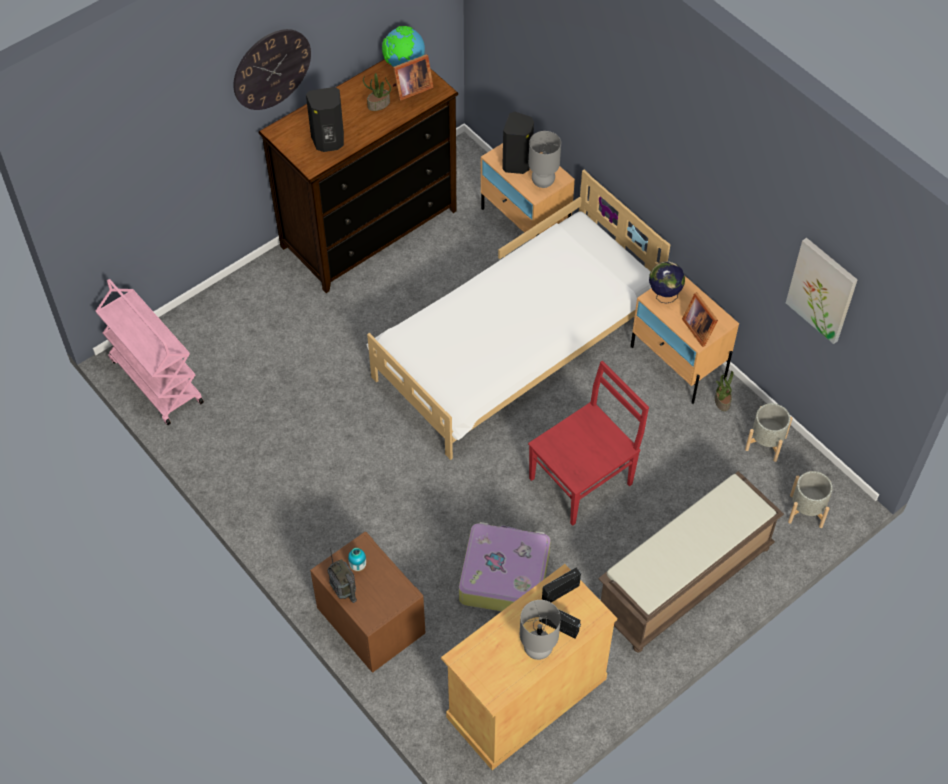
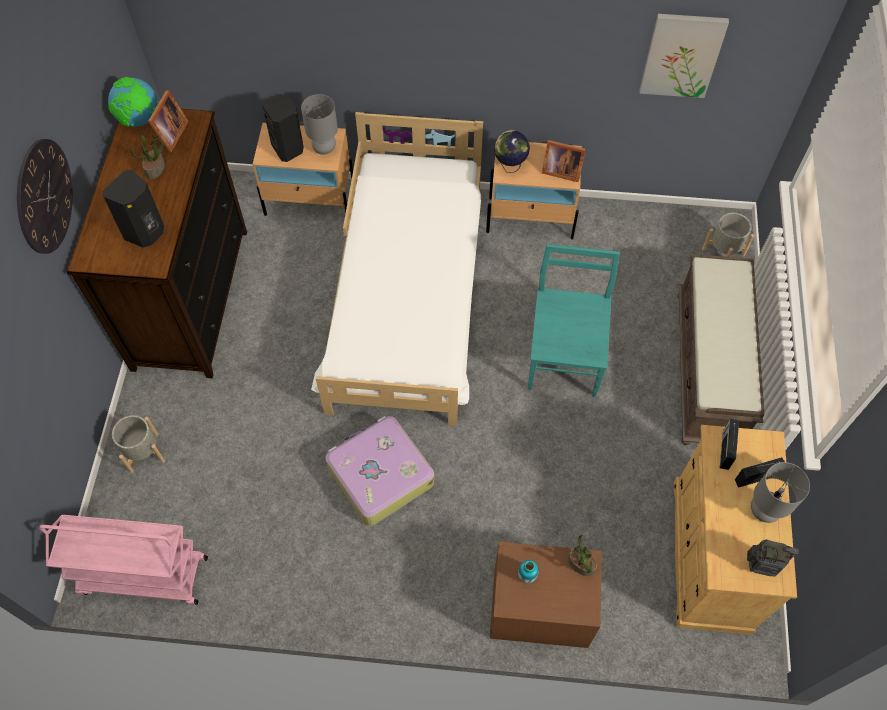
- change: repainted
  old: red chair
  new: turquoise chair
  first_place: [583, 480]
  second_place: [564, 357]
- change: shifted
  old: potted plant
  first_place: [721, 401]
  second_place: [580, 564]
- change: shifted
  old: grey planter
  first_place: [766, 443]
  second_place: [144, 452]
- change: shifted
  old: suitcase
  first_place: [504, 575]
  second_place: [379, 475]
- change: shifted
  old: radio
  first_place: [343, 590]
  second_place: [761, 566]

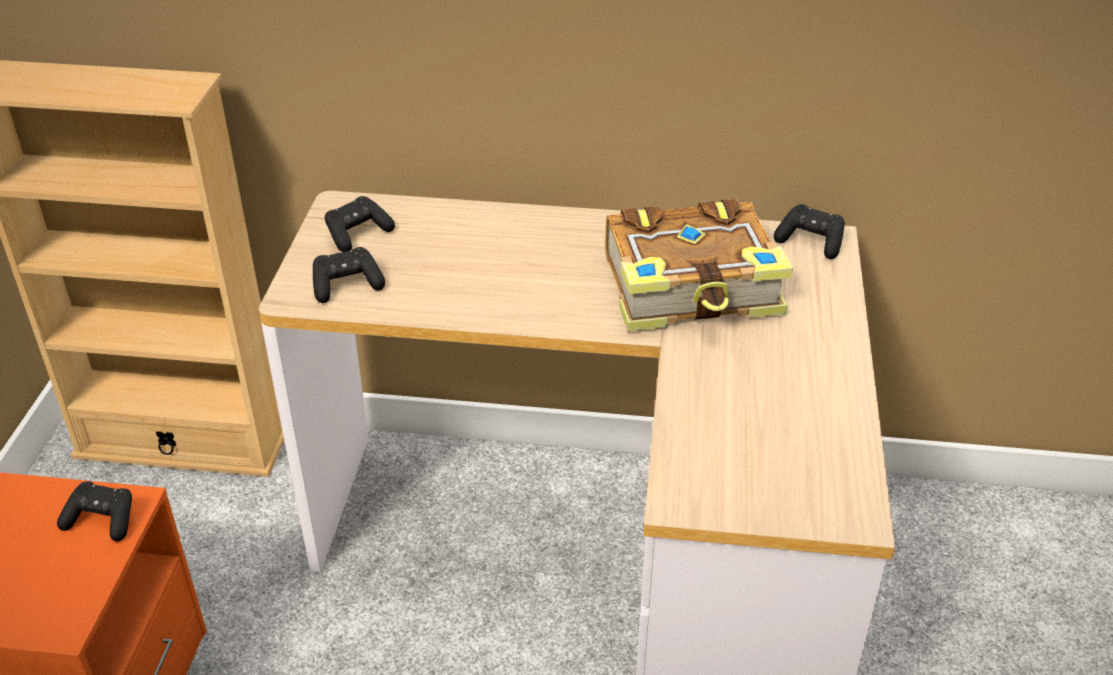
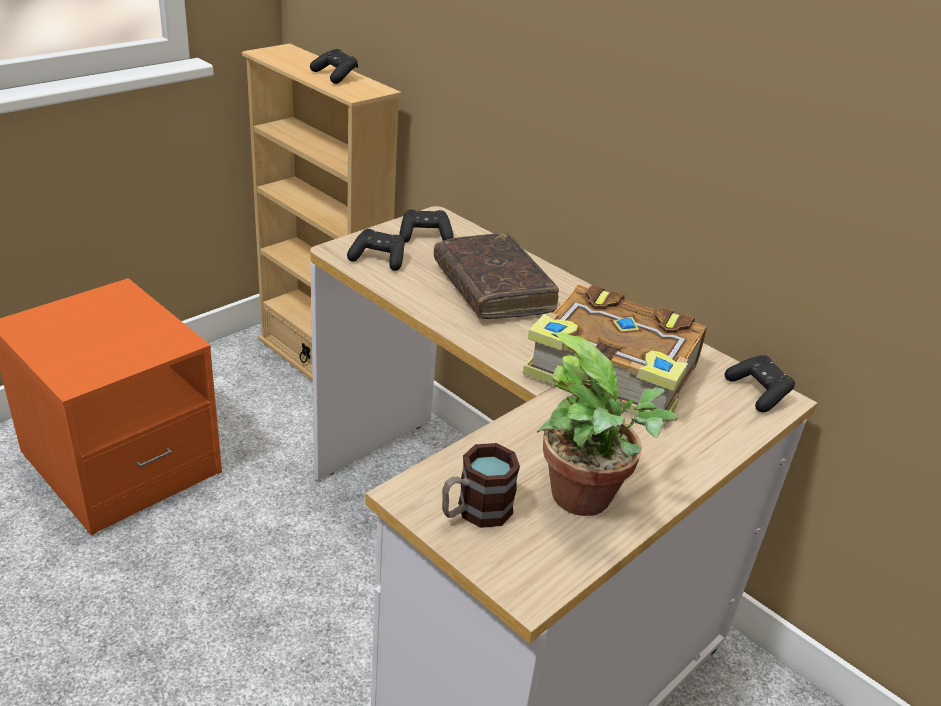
- change: shifted
  old: black game controller
  first_place: [102, 520]
  second_place: [335, 76]
- change: new
  new: brown book
  second_place: [492, 288]
- change: new
  new: potted plant
  second_place: [588, 500]
- change: new
  new: mug
  second_place: [475, 512]

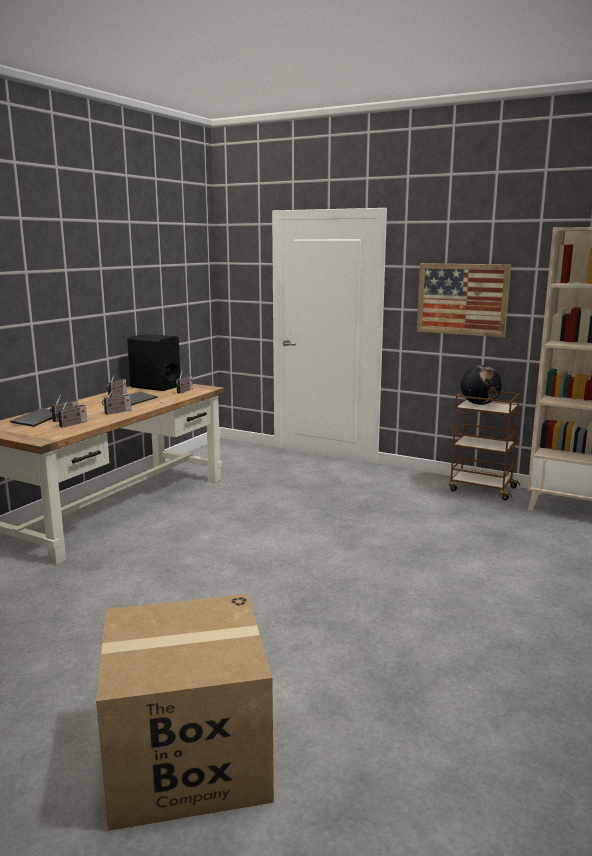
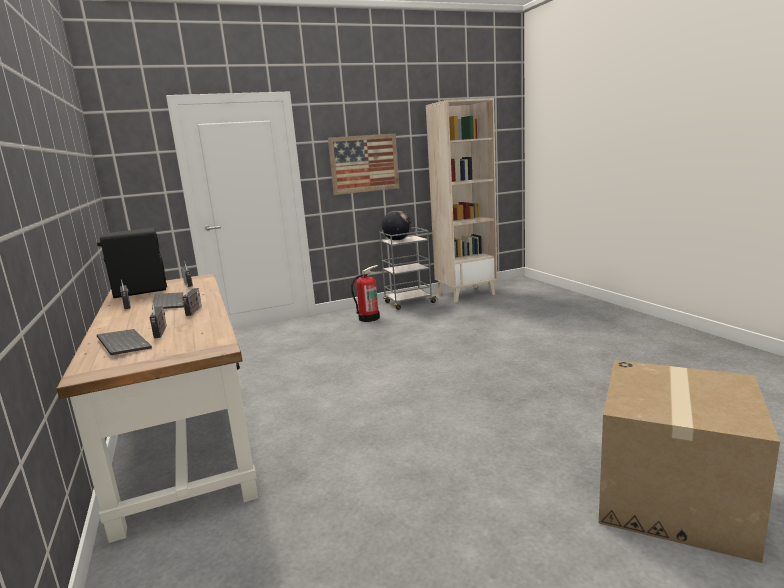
- change: repainted
  old: brown cart
  new: grey cart
  first_place: [481, 489]
  second_place: [409, 303]
- change: gone
  old: radio
  first_place: [72, 424]
- change: new
  new: fire extinguisher
  second_place: [369, 318]

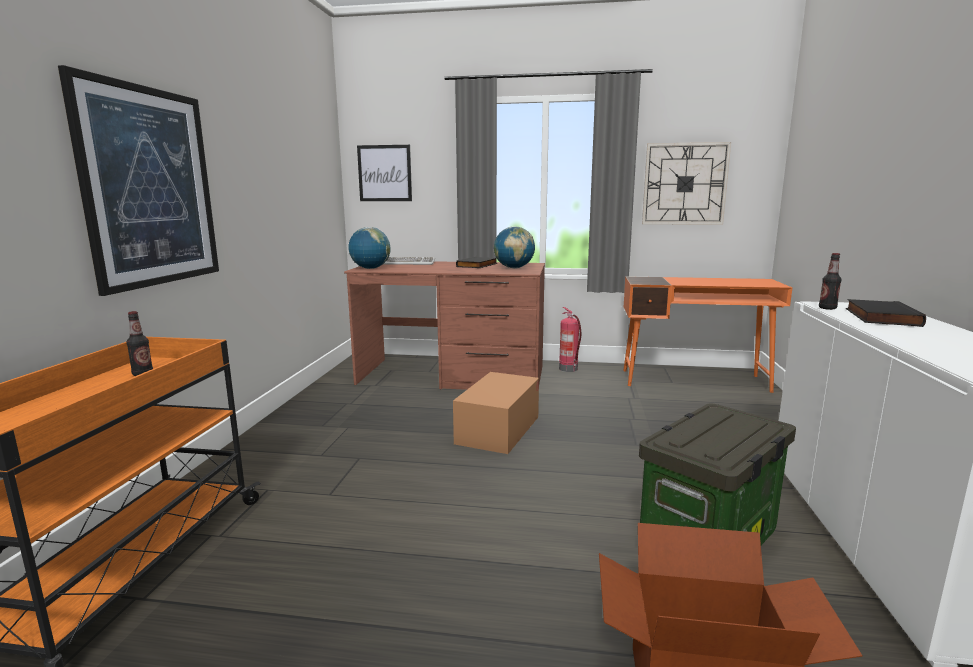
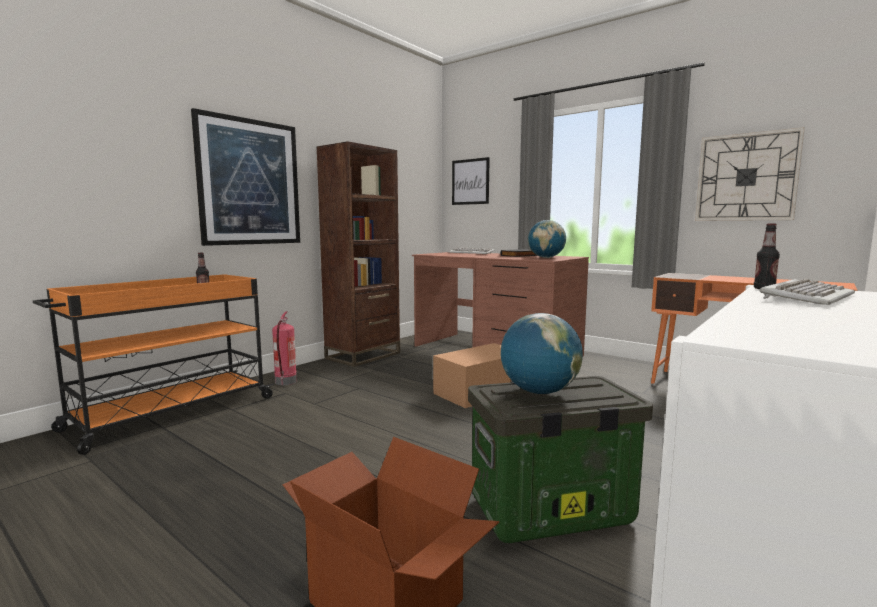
- change: shifted
  old: globe
  first_place: [370, 268]
  second_place: [539, 392]
- change: swapped
  old: black book
  new: keyboard
  first_place: [879, 317]
  second_place: [806, 297]
- change: shifted
  old: fire extinguisher
  first_place: [569, 369]
  second_place: [286, 382]
- change: new
  new: brown bookcase
  second_place: [363, 356]

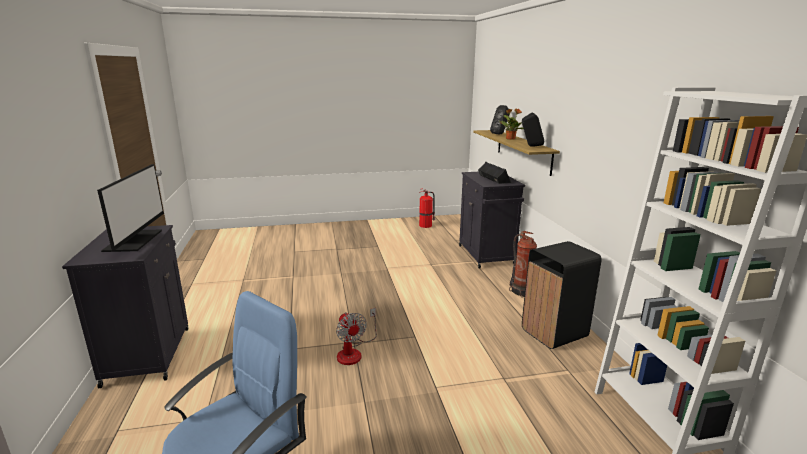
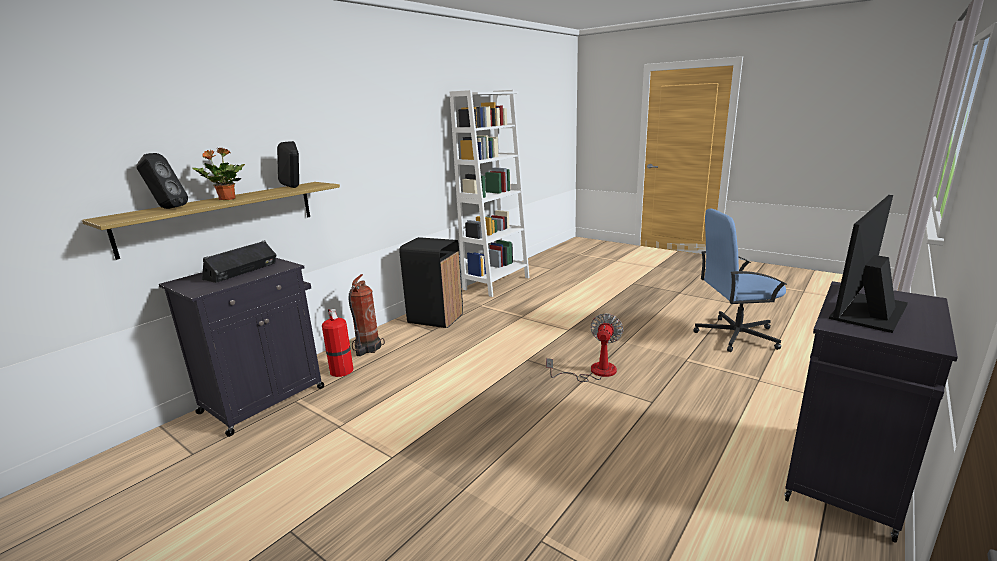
- change: shifted
  old: fire extinguisher
  first_place: [426, 225]
  second_place: [341, 370]

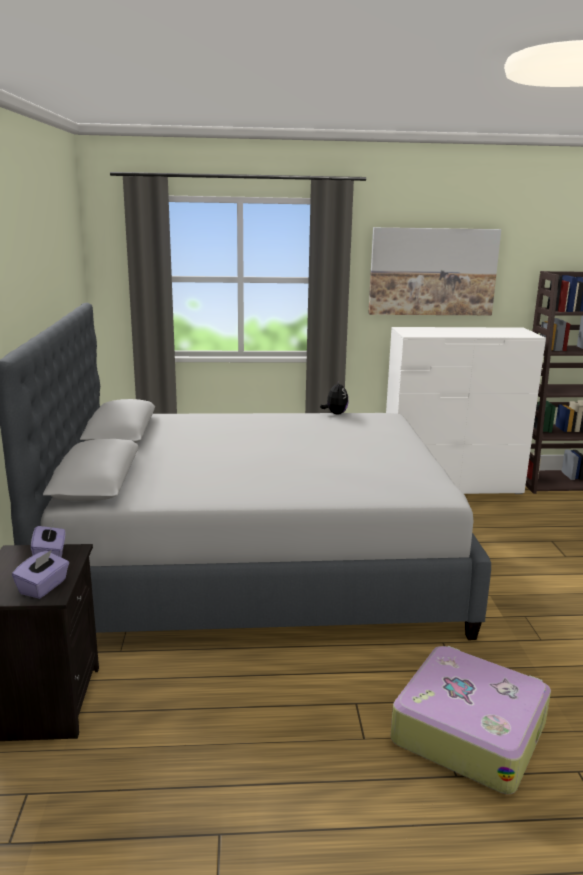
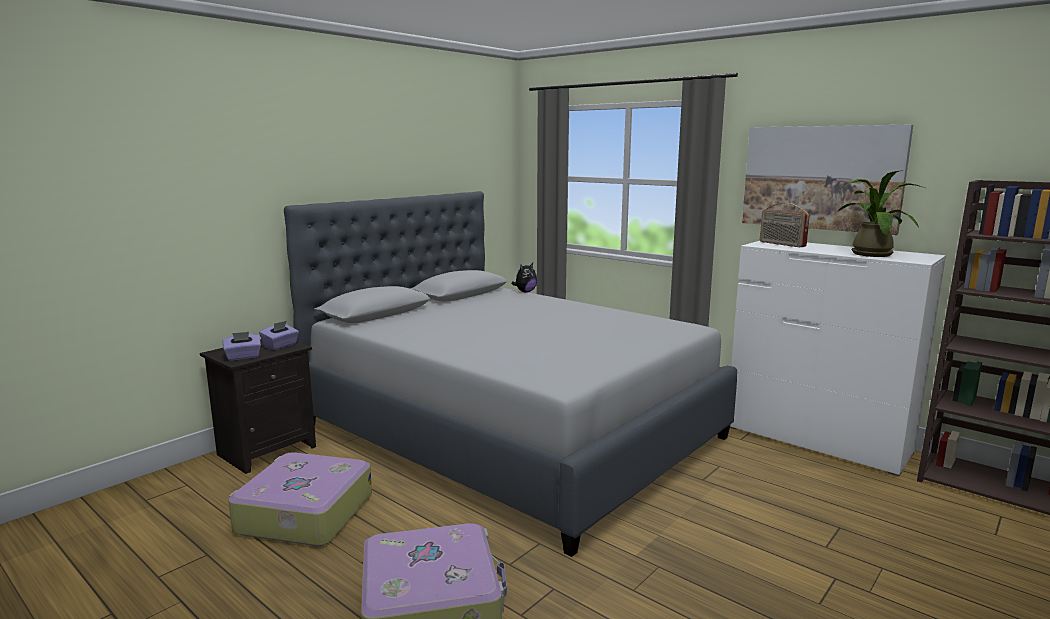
- change: shifted
  old: plush toy
  first_place: [335, 413]
  second_place: [525, 292]
- change: new
  new: potted plant
  second_place: [870, 253]
- change: new
  new: radio
  second_place: [781, 244]
- change: new
  new: suitcase
  second_place: [303, 514]

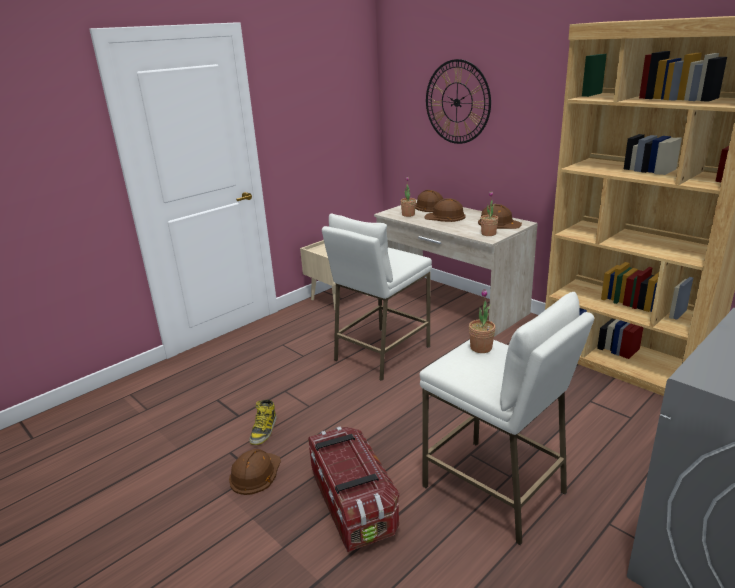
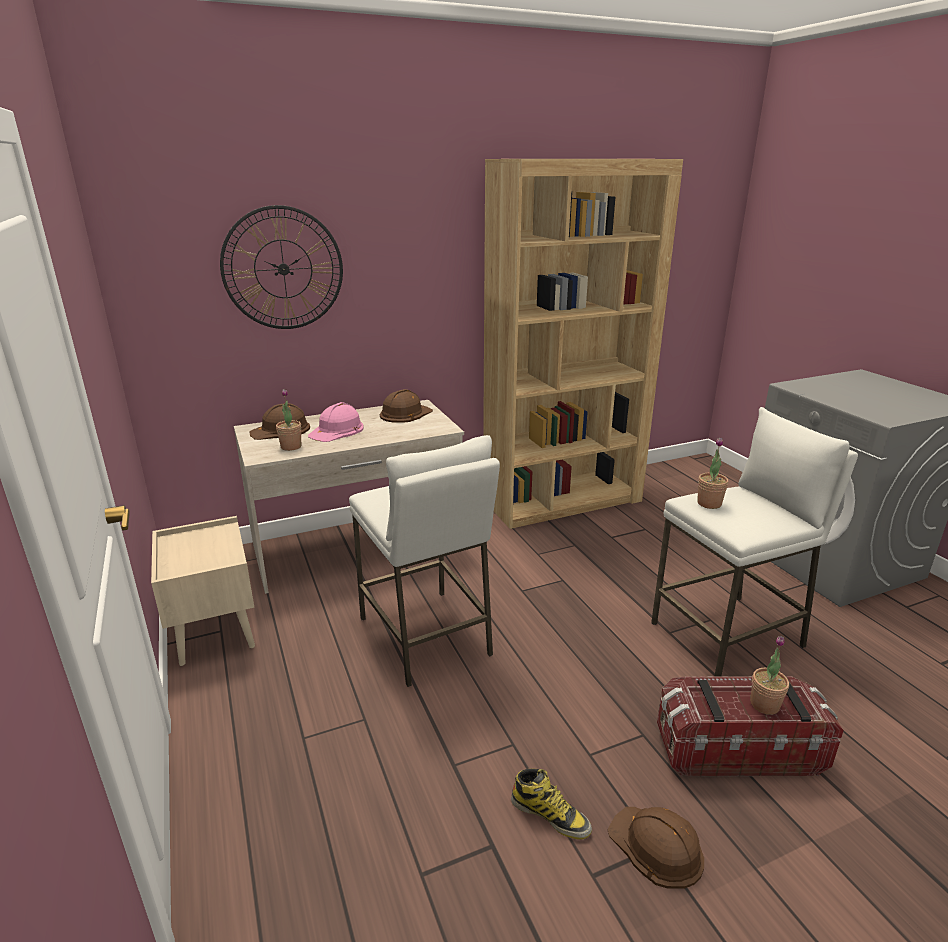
- change: shifted
  old: potted plant
  first_place: [488, 234]
  second_place: [764, 704]
- change: repainted
  old: brown hard hat
  new: pink hard hat
  first_place: [445, 217]
  second_place: [337, 430]

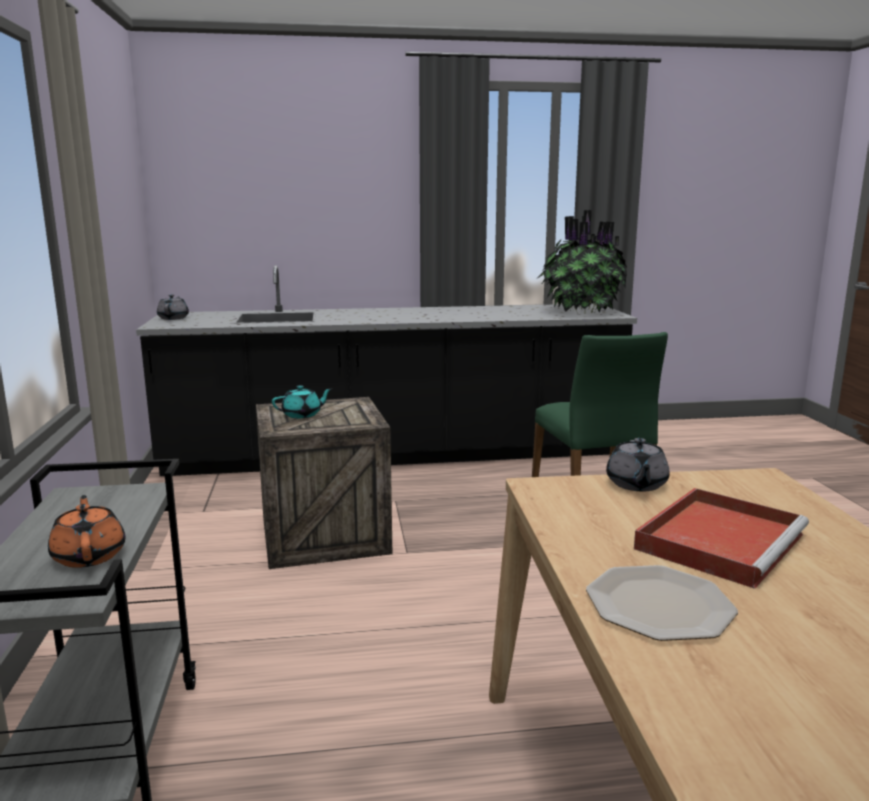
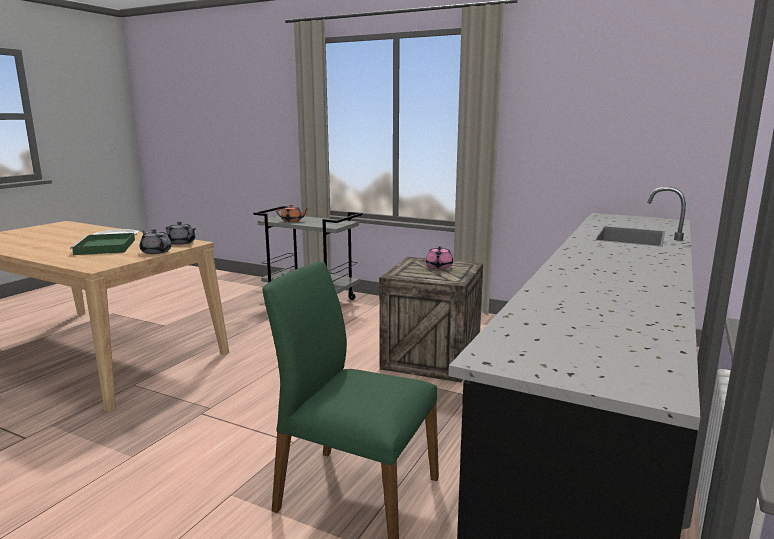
- change: gone
  old: potted plant
  first_place: [580, 312]
- change: shifted
  old: grey teapot
  first_place: [173, 318]
  second_place: [181, 243]
- change: repainted
  old: turquoise teapot
  new: pink teapot
  first_place: [302, 415]
  second_place: [439, 267]
- change: repainted
  old: red tray
  new: green tray
  first_place: [720, 540]
  second_place: [105, 247]

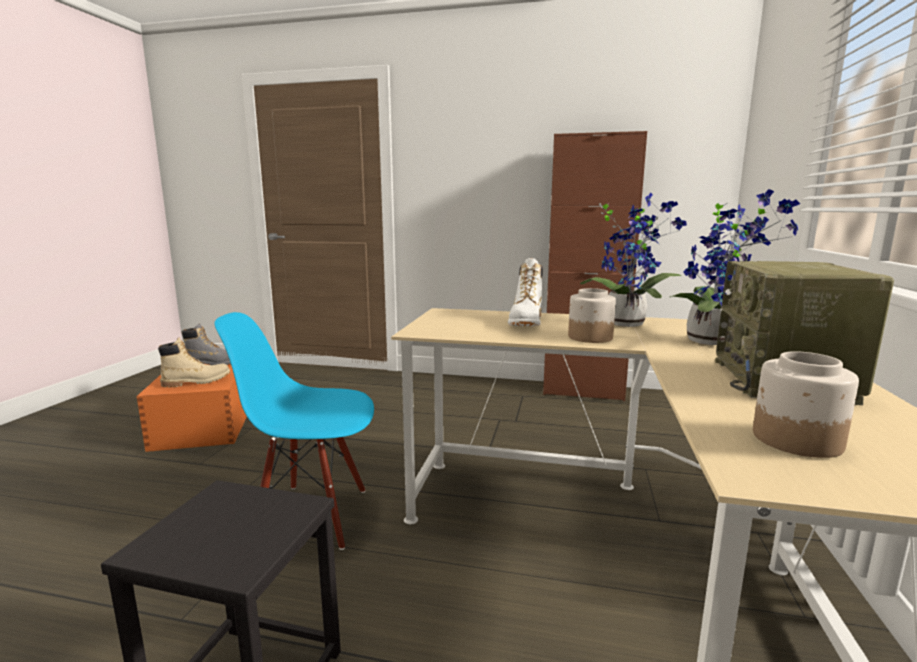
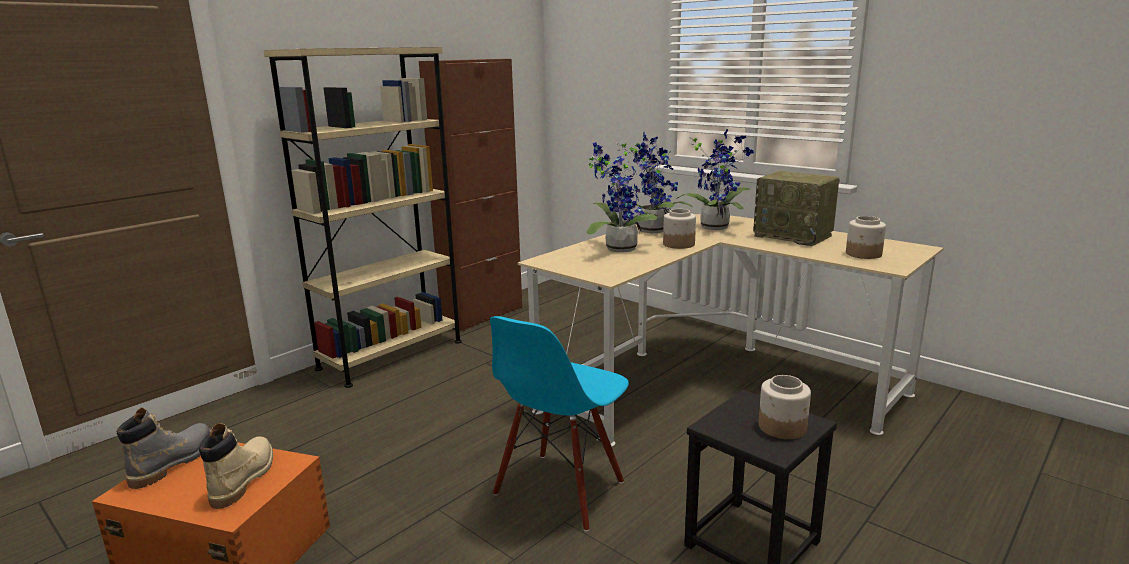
- change: swapped
  old: white boot
  new: potted plant
  first_place: [526, 322]
  second_place: [617, 248]
- change: new
  new: beige bookcase
  second_place: [391, 355]
- change: new
  new: jar
  second_place: [783, 427]

